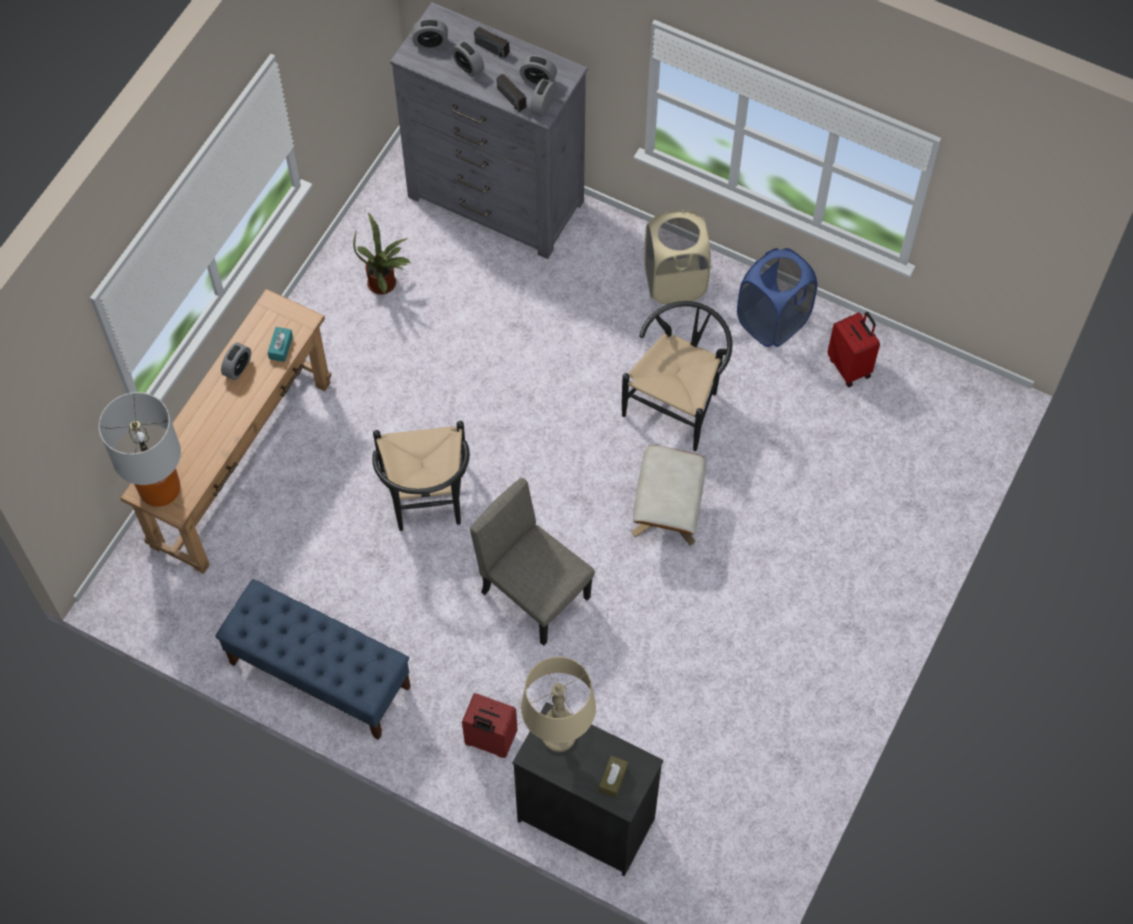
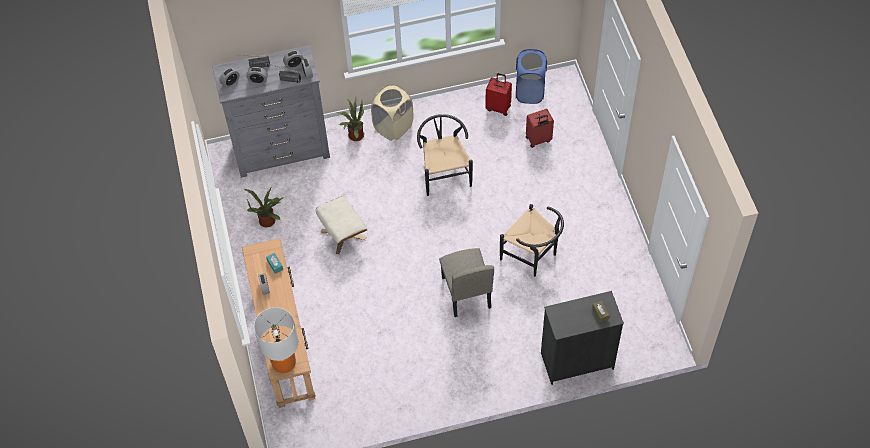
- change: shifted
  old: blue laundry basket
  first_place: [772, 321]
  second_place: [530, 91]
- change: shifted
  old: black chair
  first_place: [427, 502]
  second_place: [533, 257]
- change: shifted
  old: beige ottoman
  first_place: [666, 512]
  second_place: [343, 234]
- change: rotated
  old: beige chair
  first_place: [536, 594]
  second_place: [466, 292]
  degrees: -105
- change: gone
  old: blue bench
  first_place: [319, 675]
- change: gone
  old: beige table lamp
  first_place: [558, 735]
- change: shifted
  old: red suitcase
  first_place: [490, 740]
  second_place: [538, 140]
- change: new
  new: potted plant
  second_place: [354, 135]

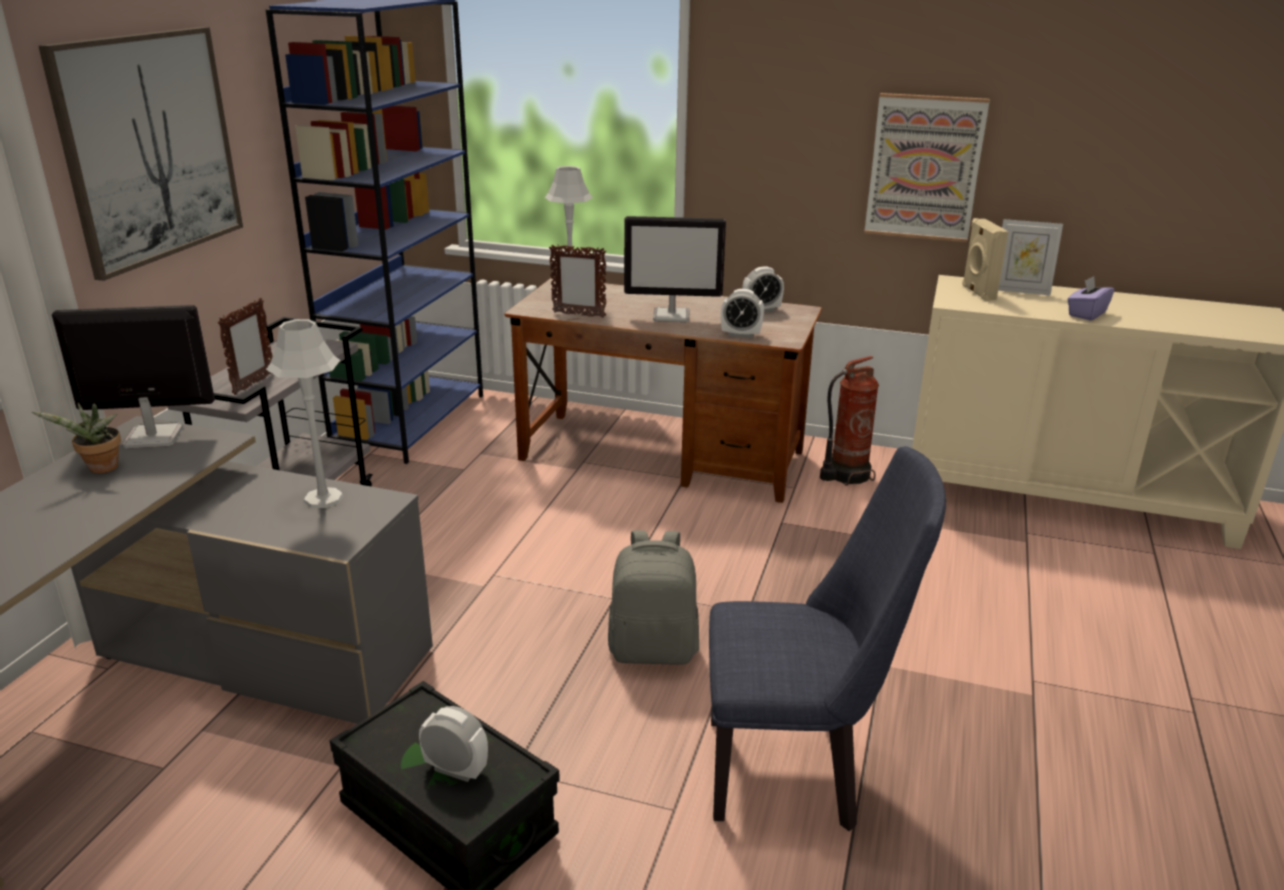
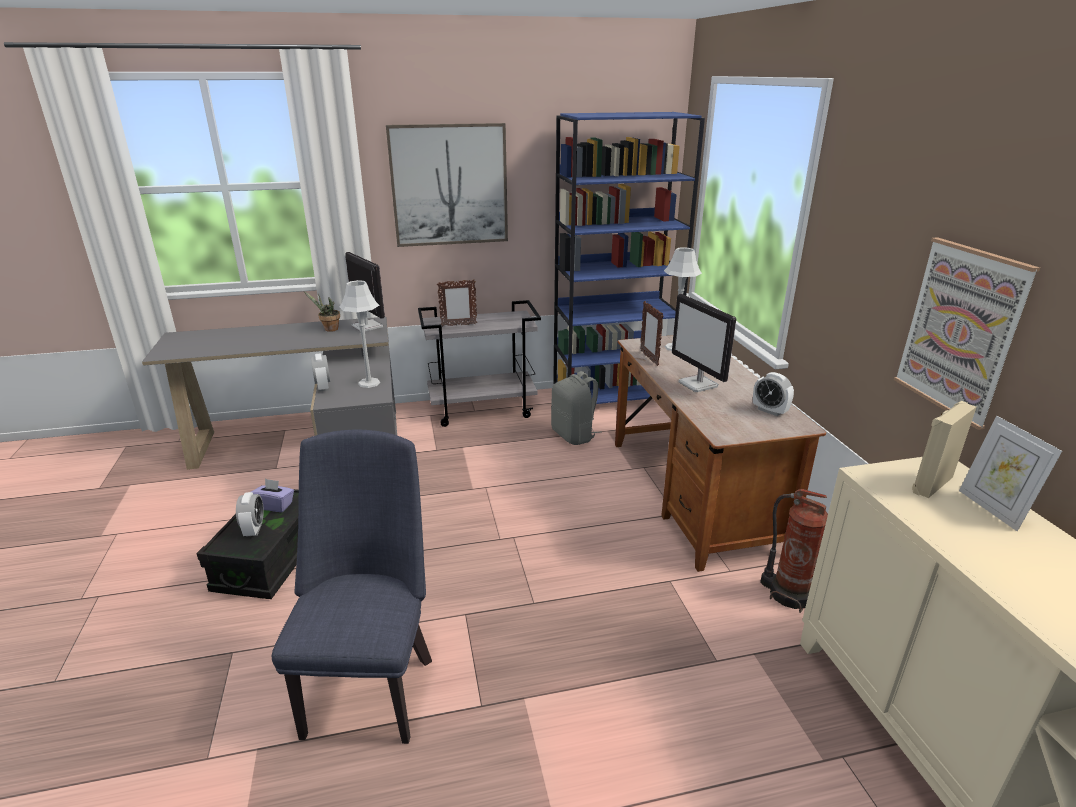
- change: shifted
  old: purple tissue box
  first_place: [1086, 314]
  second_place: [274, 505]
- change: shifted
  old: alarm clock
  first_place: [741, 335]
  second_place: [323, 387]
- change: rotated
  old: blue chair
  first_place: [795, 771]
  second_place: [371, 685]
  degrees: -150
- change: shifted
  old: grey backpack
  first_place: [653, 649]
  second_place: [574, 435]

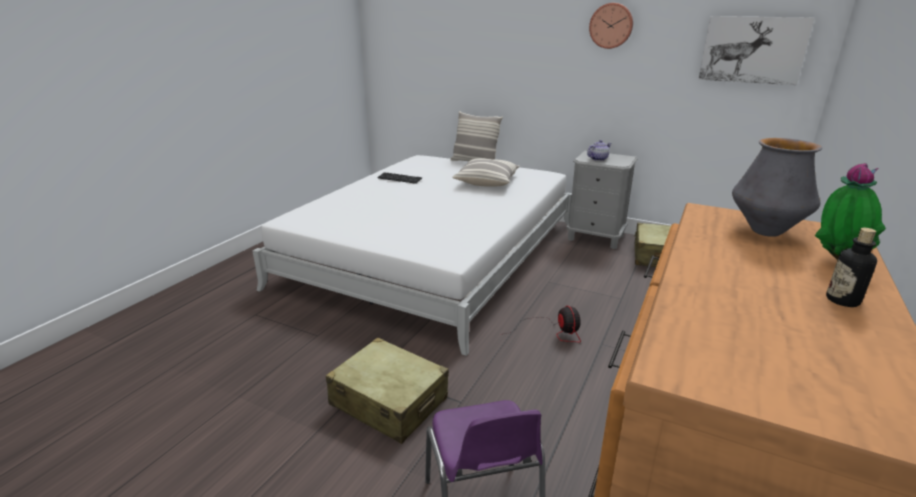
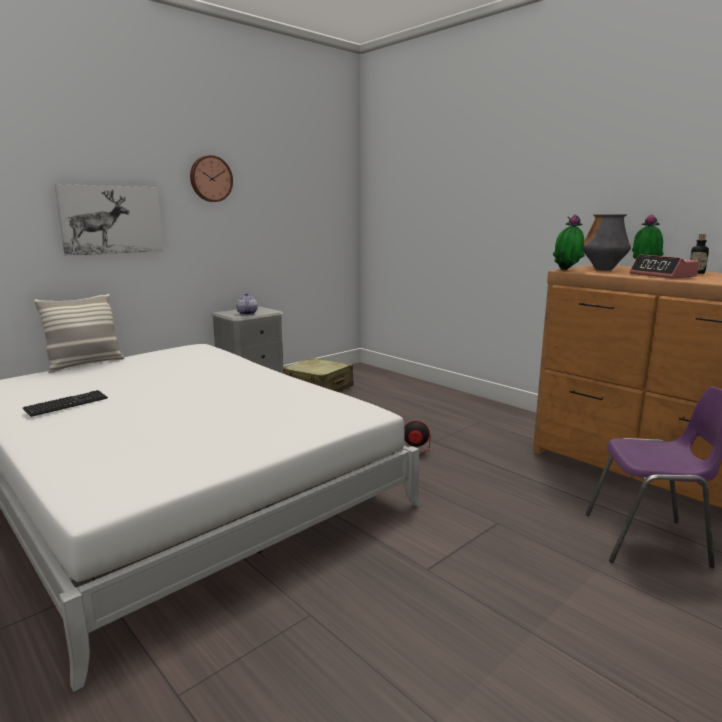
- change: shifted
  old: picture
  first_place: [753, 50]
  second_place: [111, 220]
- change: gone
  old: pillow
  first_place: [487, 182]
- change: gone
  old: beige suitcase
  first_place: [389, 401]
- change: new
  new: potted plant
  second_place: [566, 270]
- change: new
  new: alarm clock
  second_place: [663, 275]

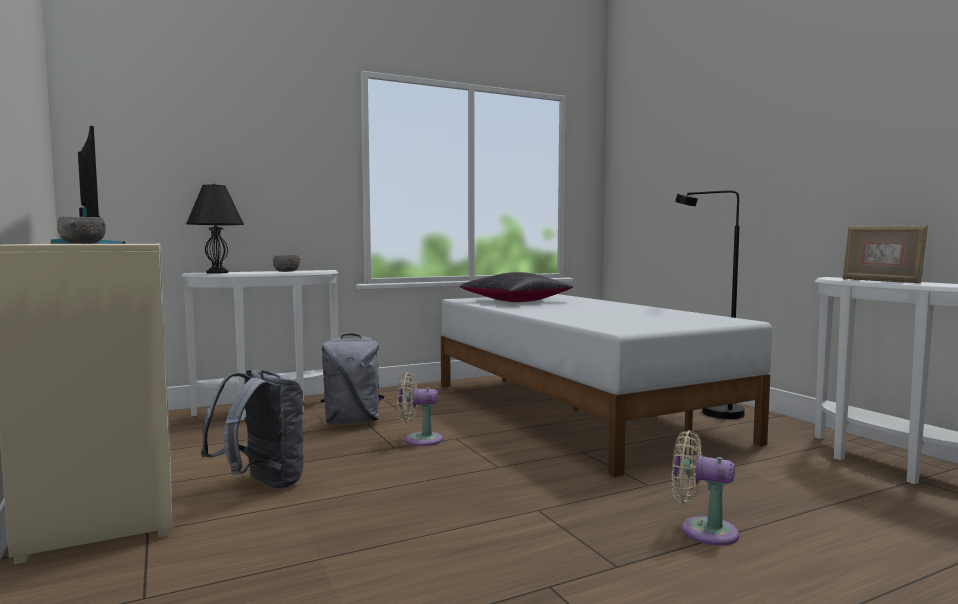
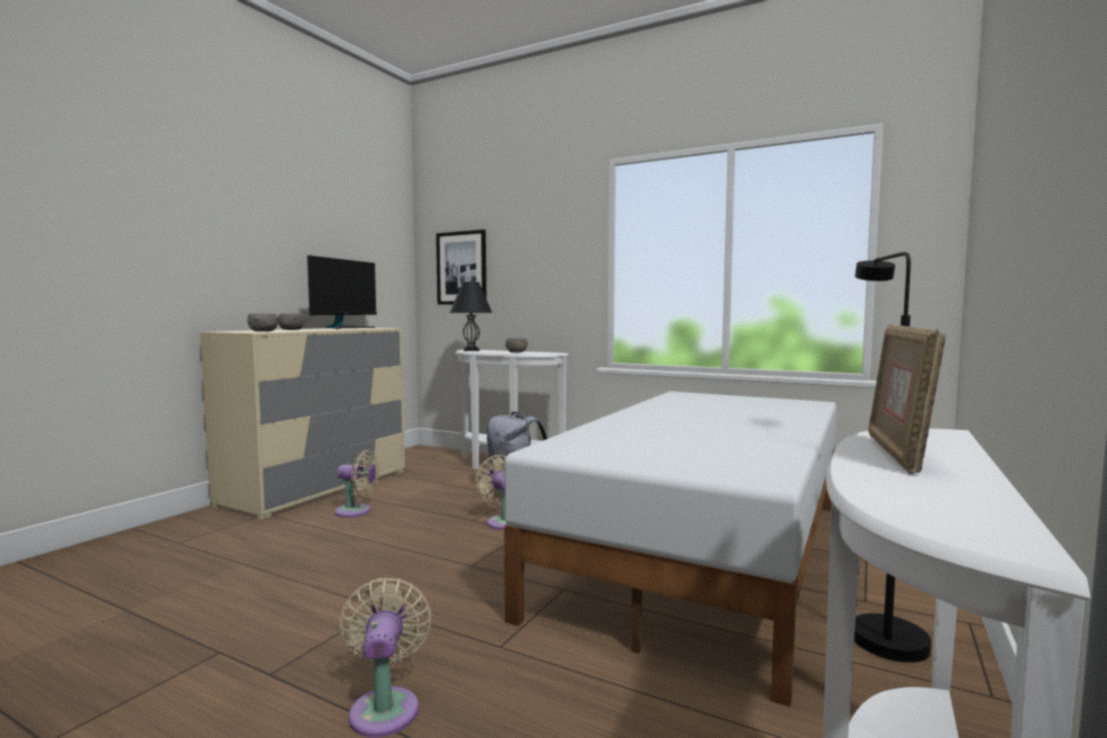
- change: gone
  old: black pillow
  first_place: [515, 301]
- change: swapped
  old: grey backpack
  new: beige fan
  first_place: [261, 484]
  second_place: [356, 512]
- change: new
  new: picture
  second_place: [462, 268]
- change: new
  new: grey bowl
  second_place: [263, 331]

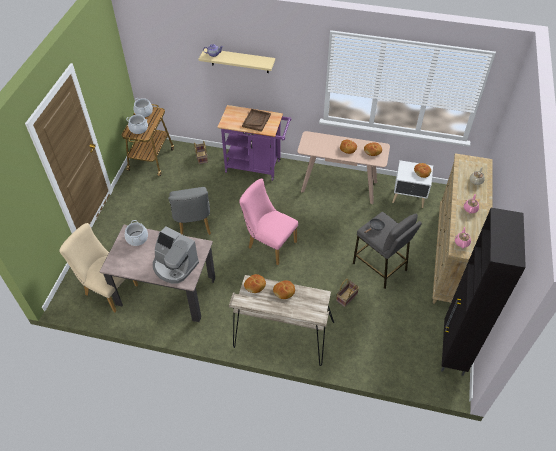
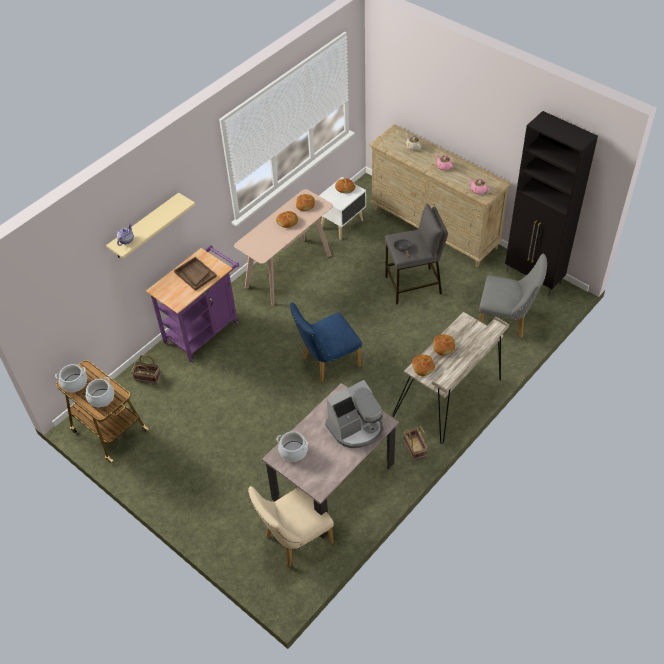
- change: repainted
  old: pink chair
  new: blue chair
  first_place: [269, 244]
  second_place: [326, 362]
- change: shifted
  old: grey chair
  first_place: [193, 226]
  second_place: [507, 321]
- change: shifted
  old: basket
  first_place: [346, 298]
  second_place: [415, 448]

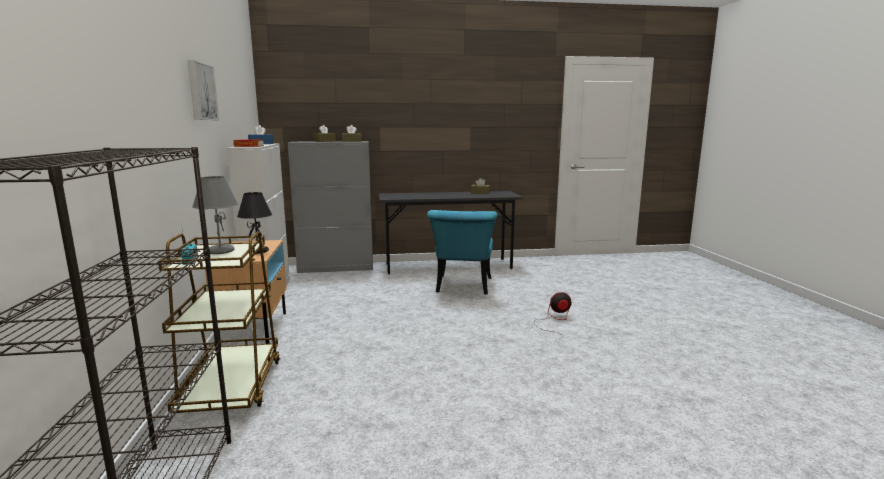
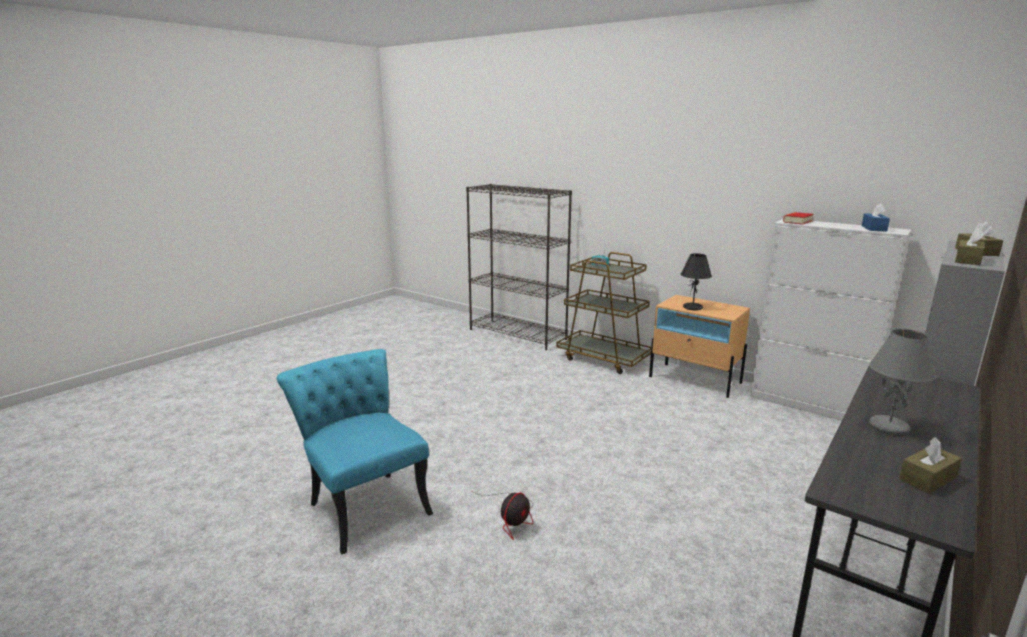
- change: gone
  old: picture
  first_place: [200, 92]
- change: shifted
  old: grey table lamp
  first_place: [220, 251]
  second_place: [889, 427]
- change: shifted
  old: turquoise chair
  first_place: [463, 287]
  second_place: [363, 503]

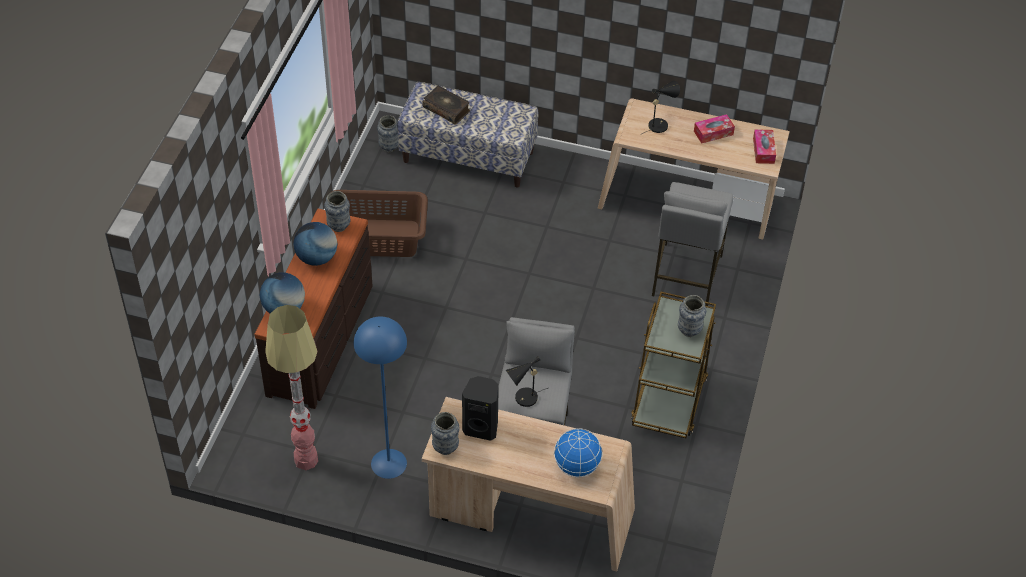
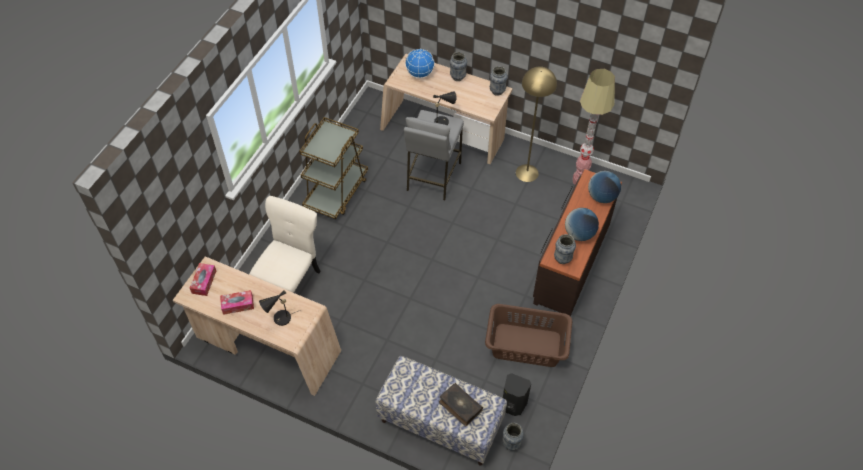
- change: swapped
  old: grey stool
  new: beige chair
  first_place: [685, 275]
  second_place: [291, 282]
- change: shifted
  old: vase
  first_place: [689, 331]
  second_place: [457, 77]
- change: repainted
  old: blue floor lamp
  new: yellow floor lamp
  first_place: [388, 463]
  second_place: [527, 173]
- change: shifted
  old: black speaker
  first_place: [481, 427]
  second_place: [513, 405]

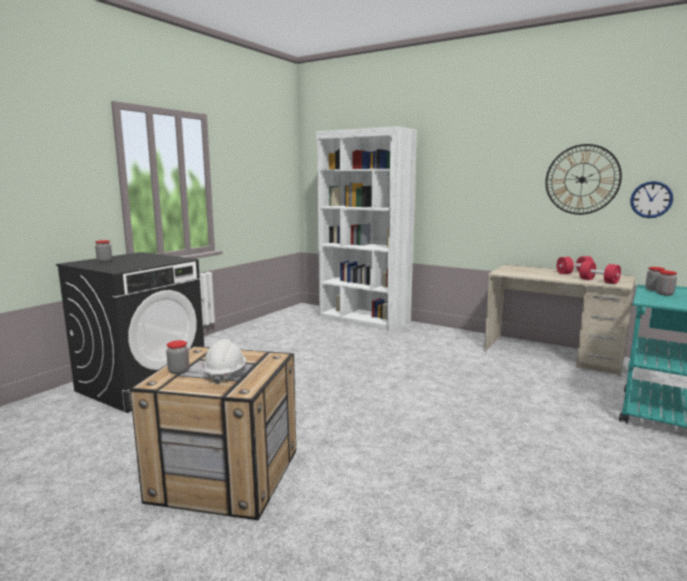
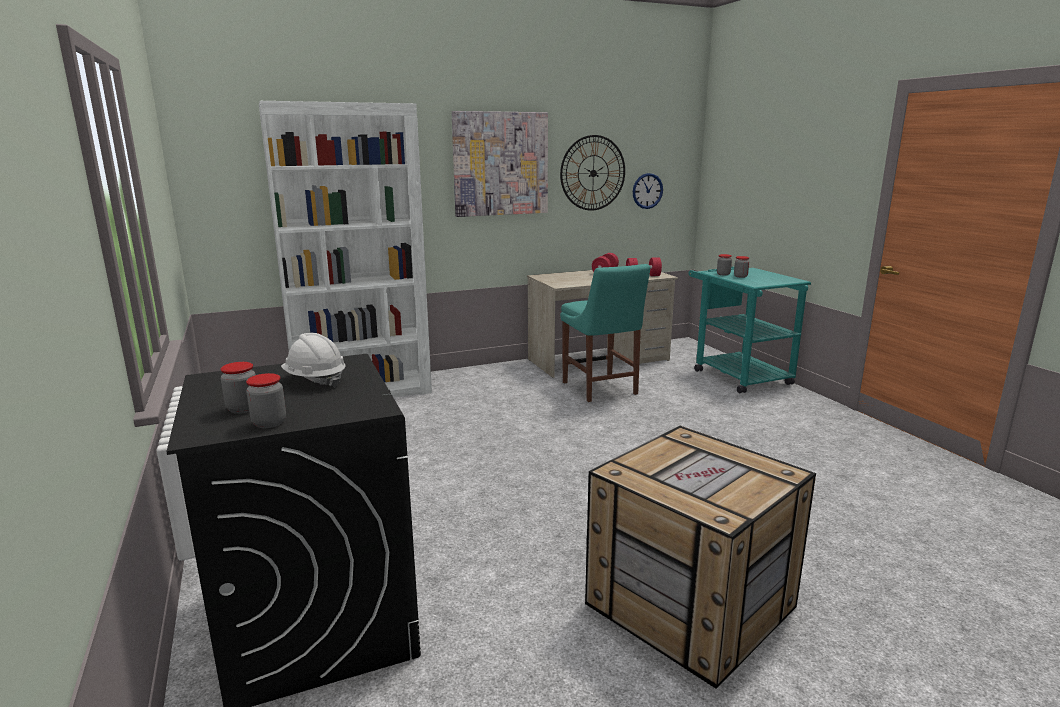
- change: shifted
  old: white hard hat
  first_place: [225, 374]
  second_place: [315, 380]
- change: shifted
  old: jar
  first_place: [179, 371]
  second_place: [269, 423]
- change: new
  new: picture
  second_place: [500, 164]
- change: new
  new: turquoise chair
  second_place: [601, 389]

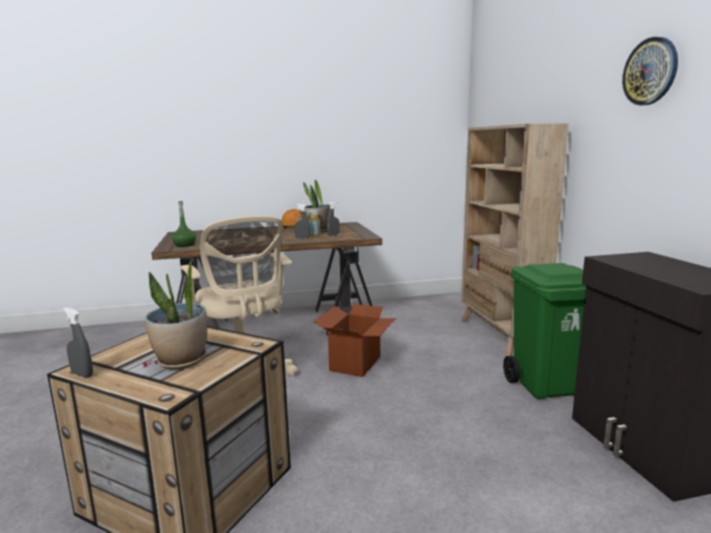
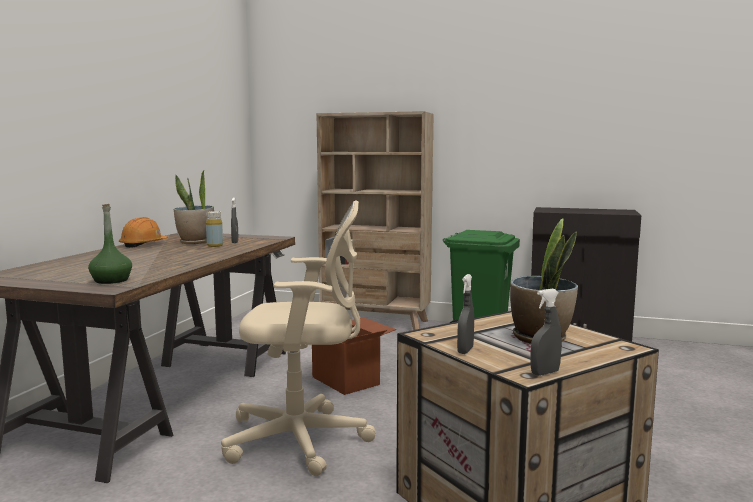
- change: gone
  old: wall clock
  first_place: [650, 71]
- change: shifted
  old: grey spray bottle
  first_place: [302, 238]
  second_place: [465, 350]

